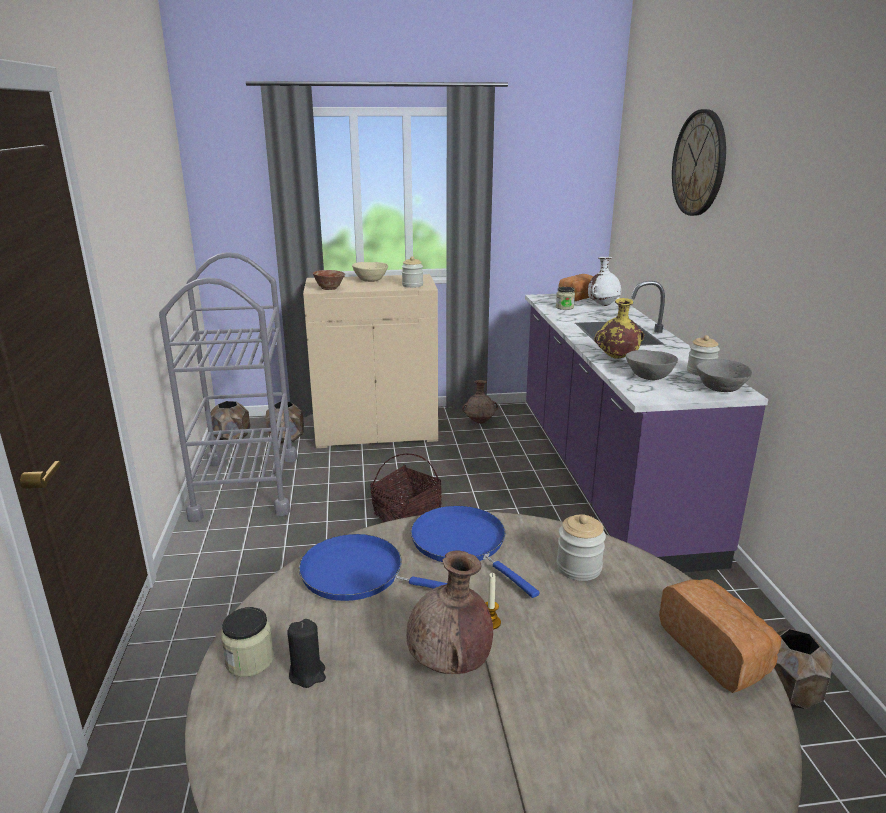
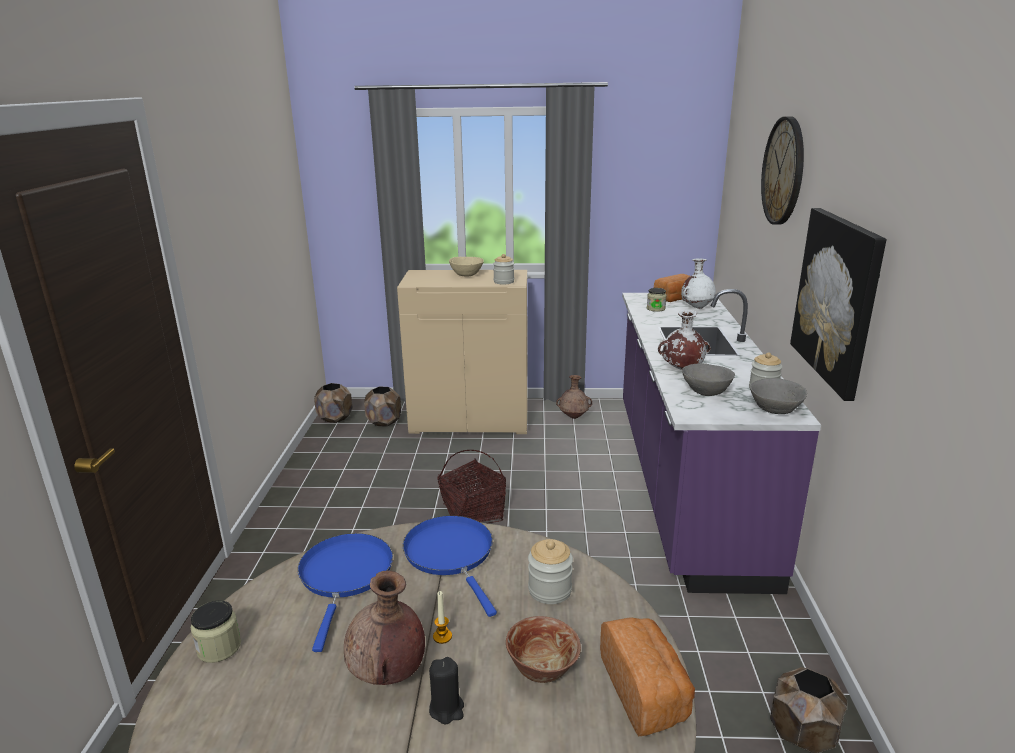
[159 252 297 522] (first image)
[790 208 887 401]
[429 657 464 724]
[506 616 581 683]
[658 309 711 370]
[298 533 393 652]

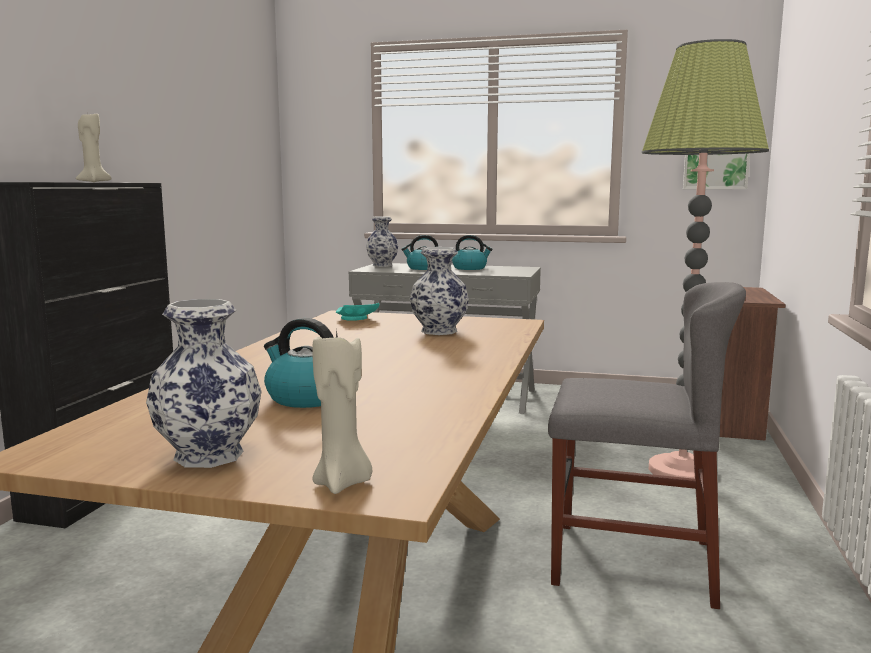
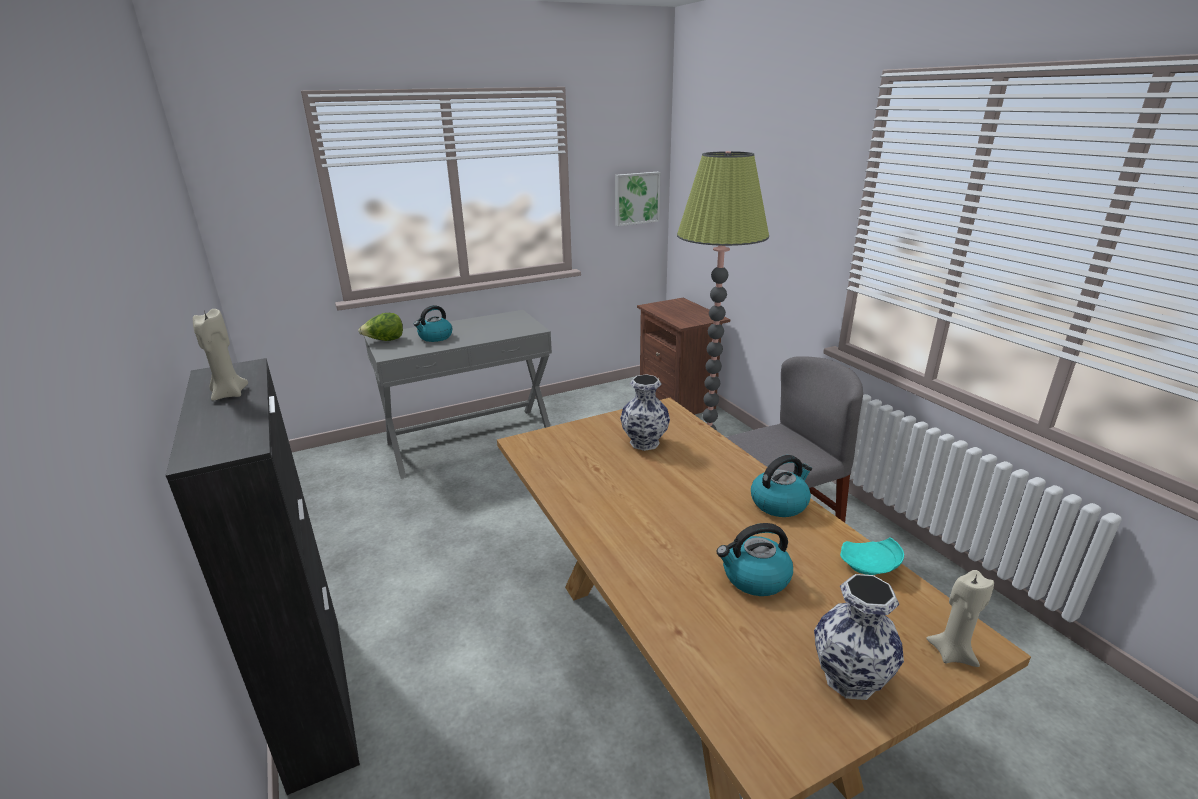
[840 537 904 575]
[751 455 812 517]
[358 313 403 341]

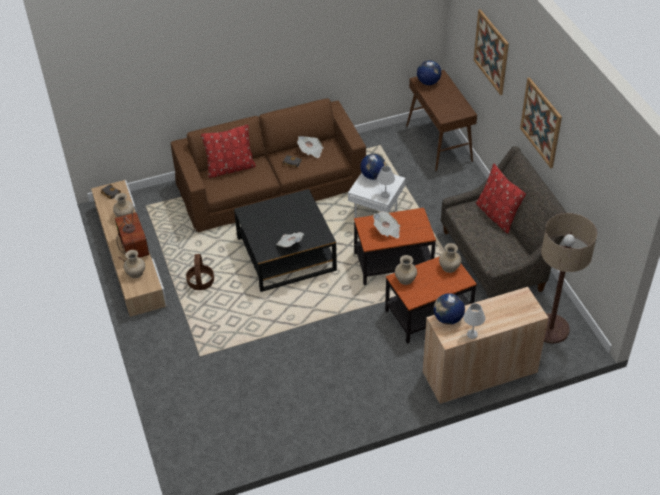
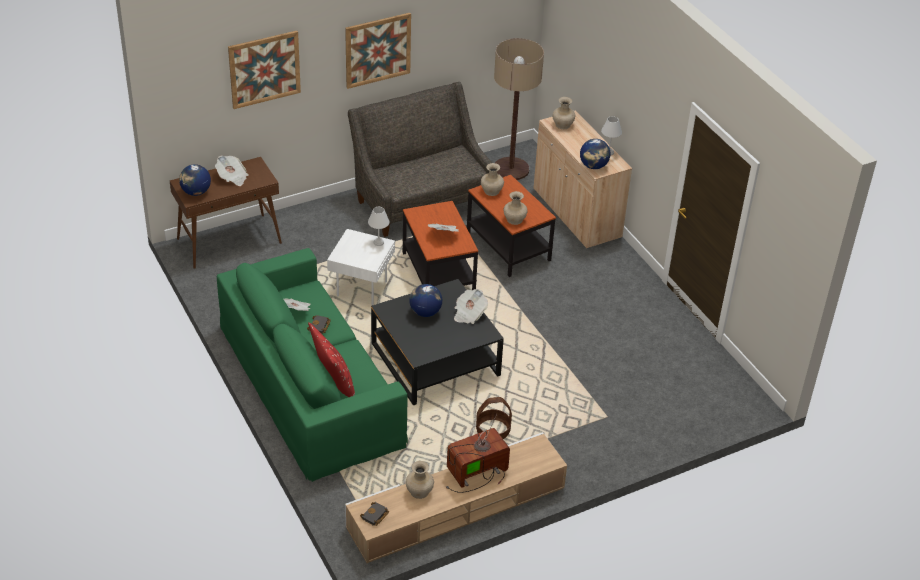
[476 164 526 234] (first image)
[215 156 249 186]
[552 97 575 129]
[409 284 442 317]
[217 248 408 482]

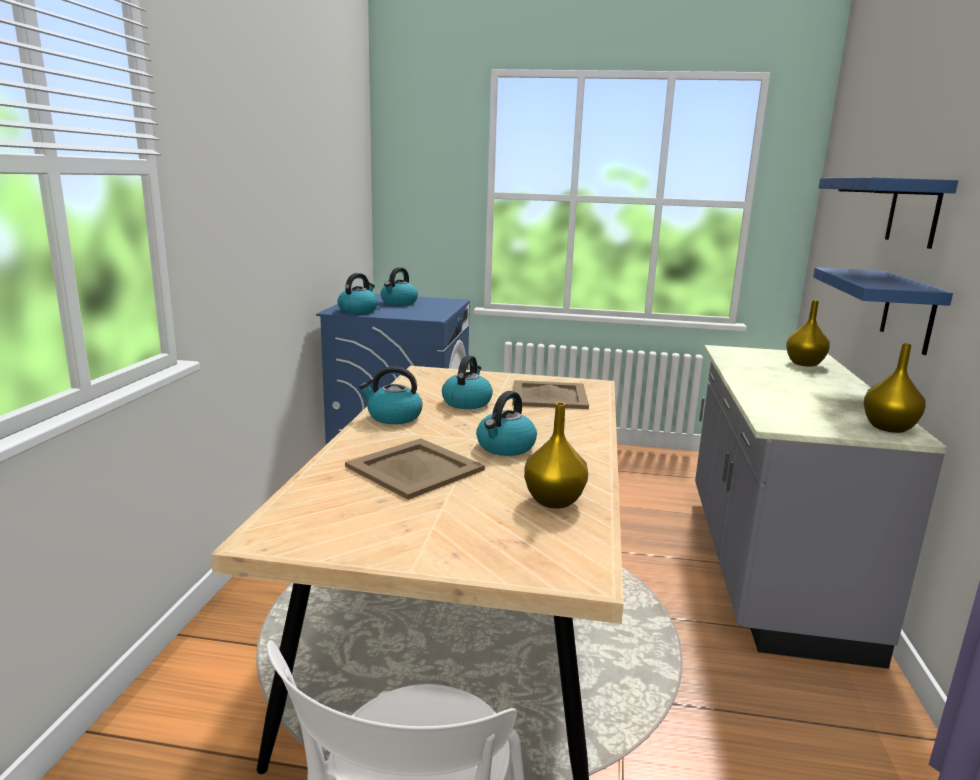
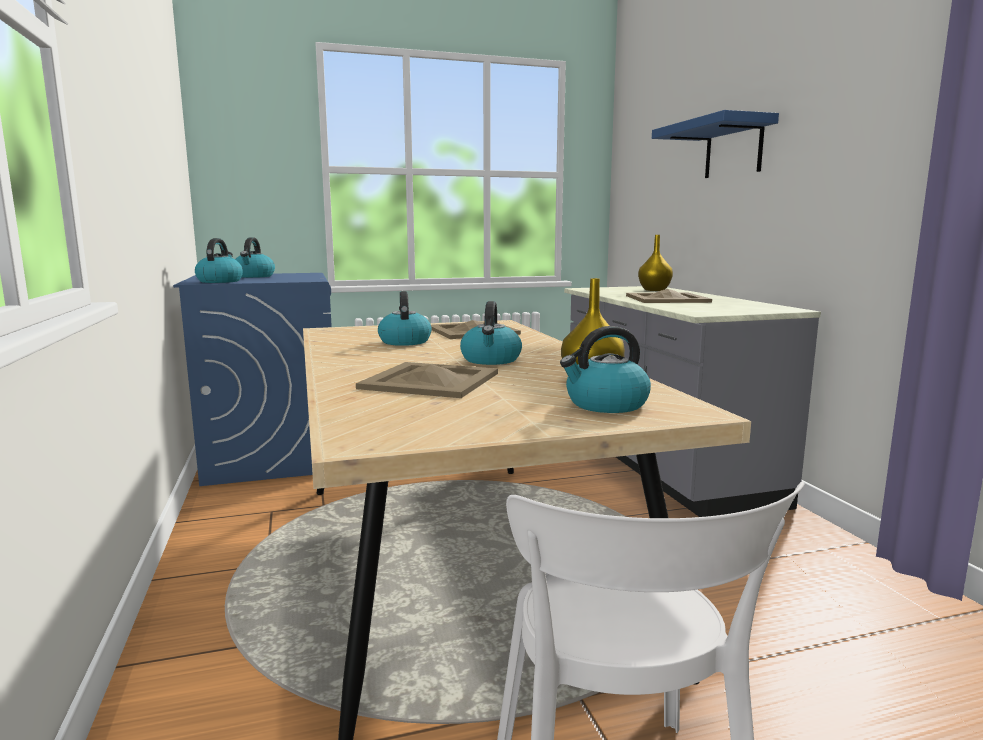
[813 267 953 355] (first image)
[864 343 926 433] (first image)
[626 289 712 303]
[560 326 651 413]

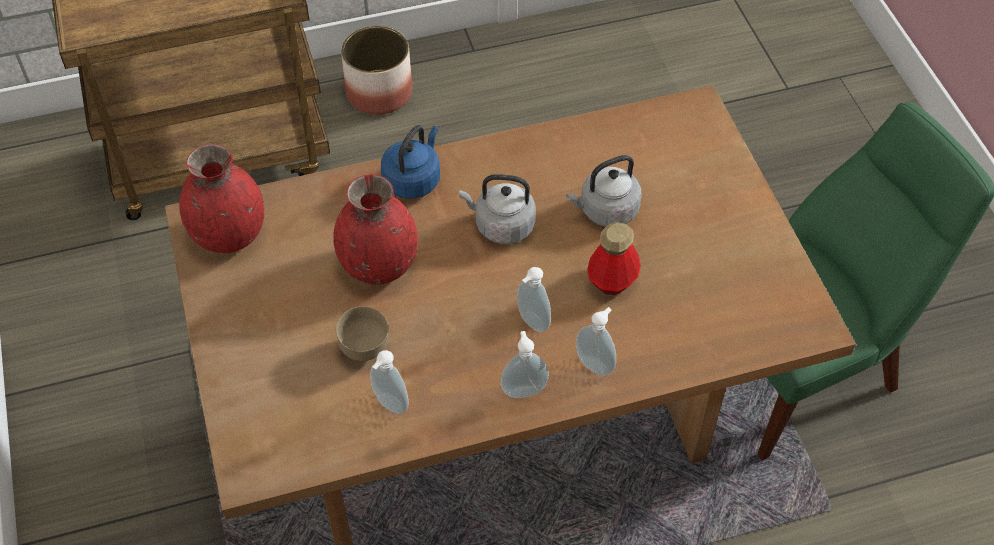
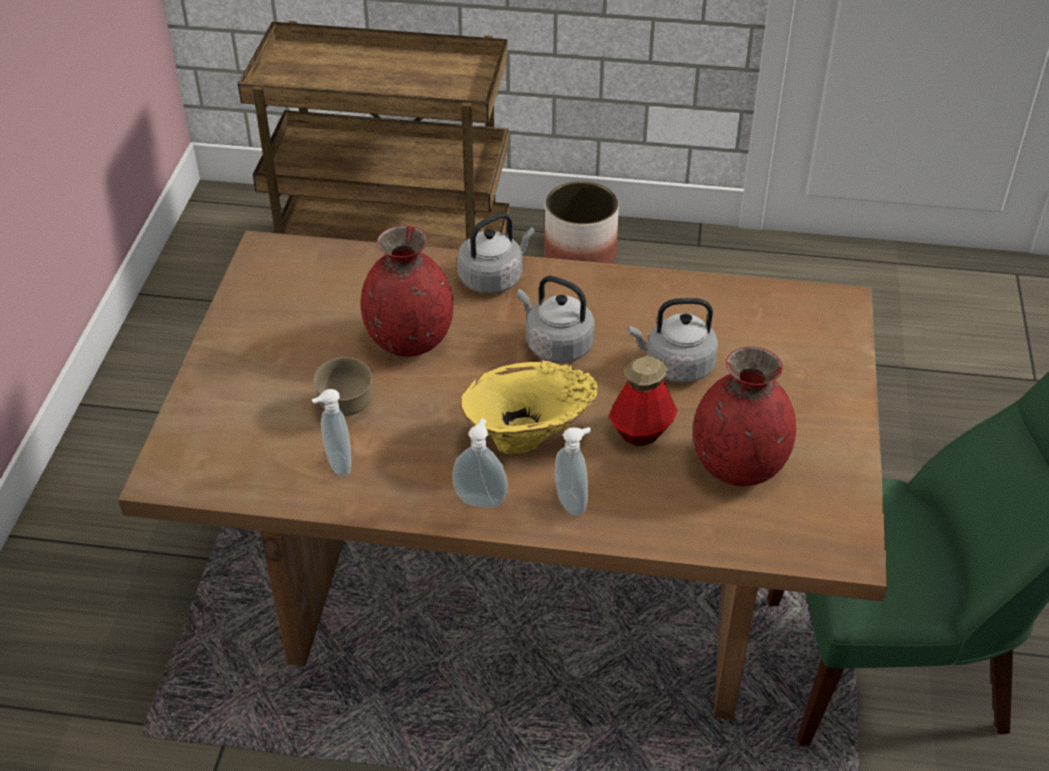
[693 346 796 486]
[460 360 598 454]
[457 213 535 294]

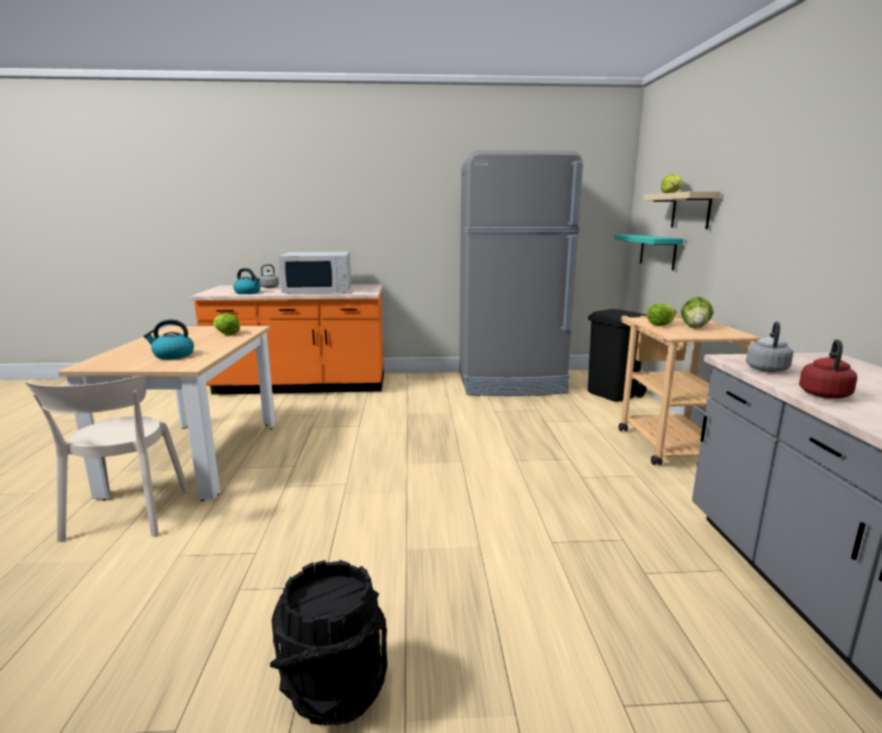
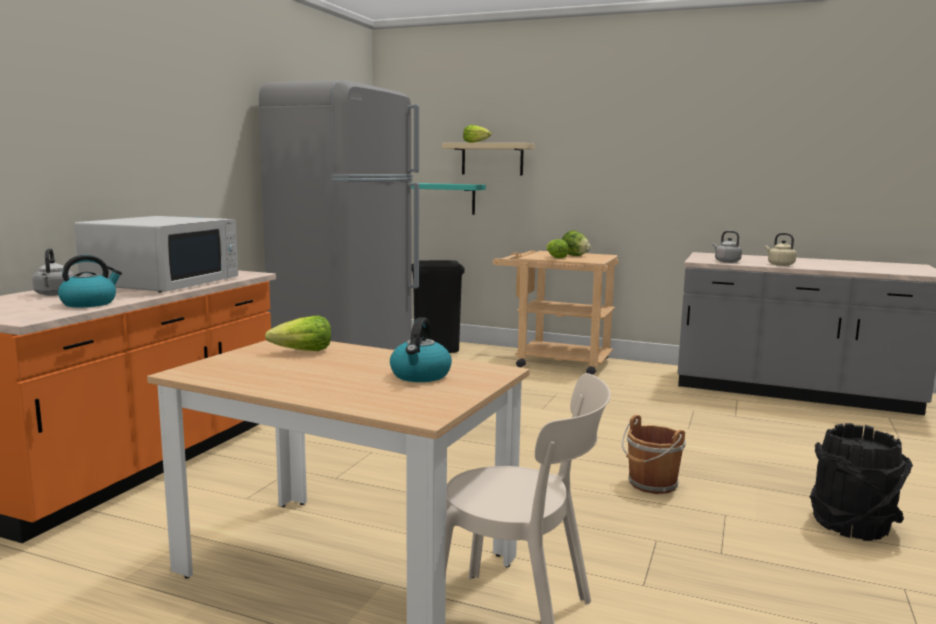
[622 415 686 494]
[765 233 796 266]

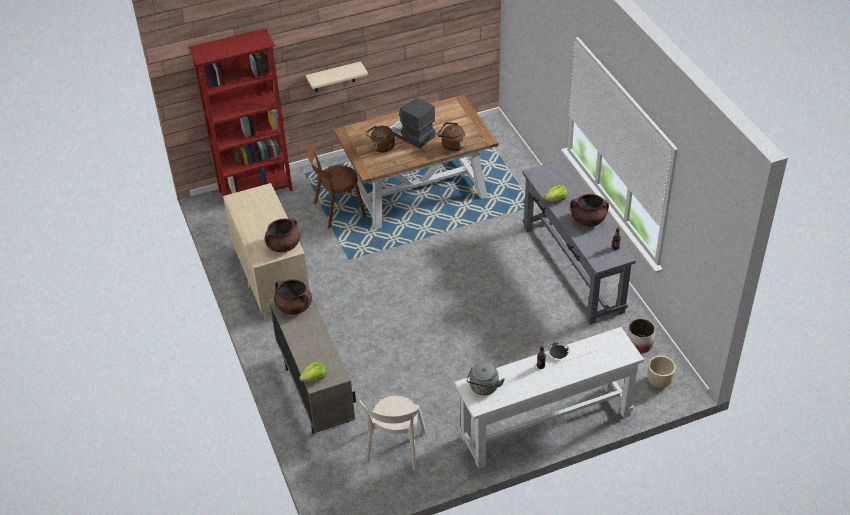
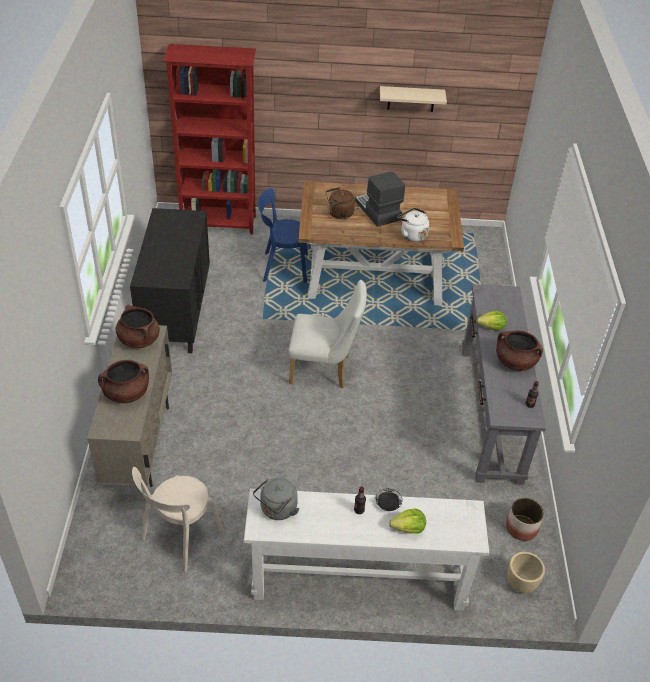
[288 280 367 389]
[98 360 149 403]
[389 509 426 533]
[380 86 447 112]
[130 208 210 353]
[258 188 308 283]
[398 208 429 242]

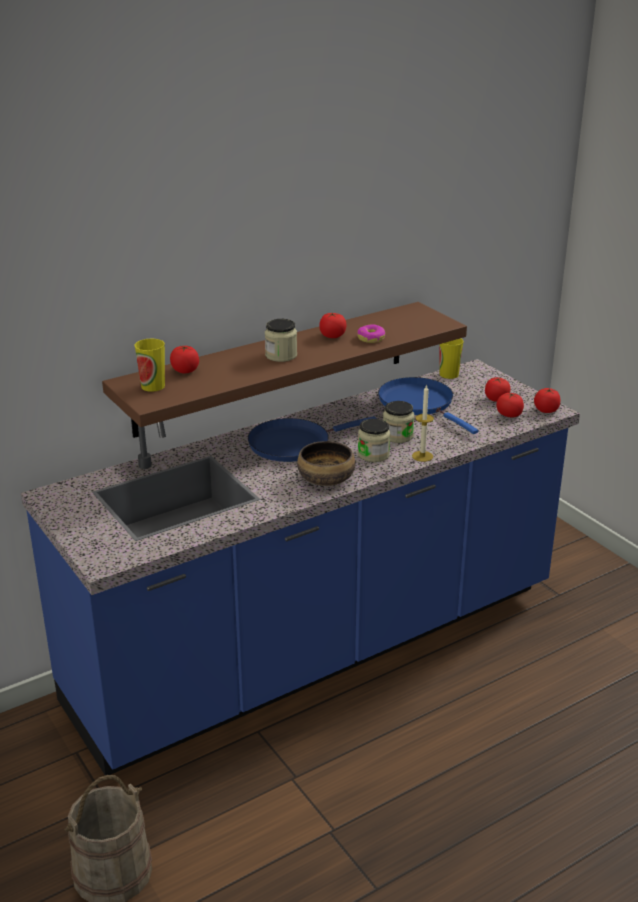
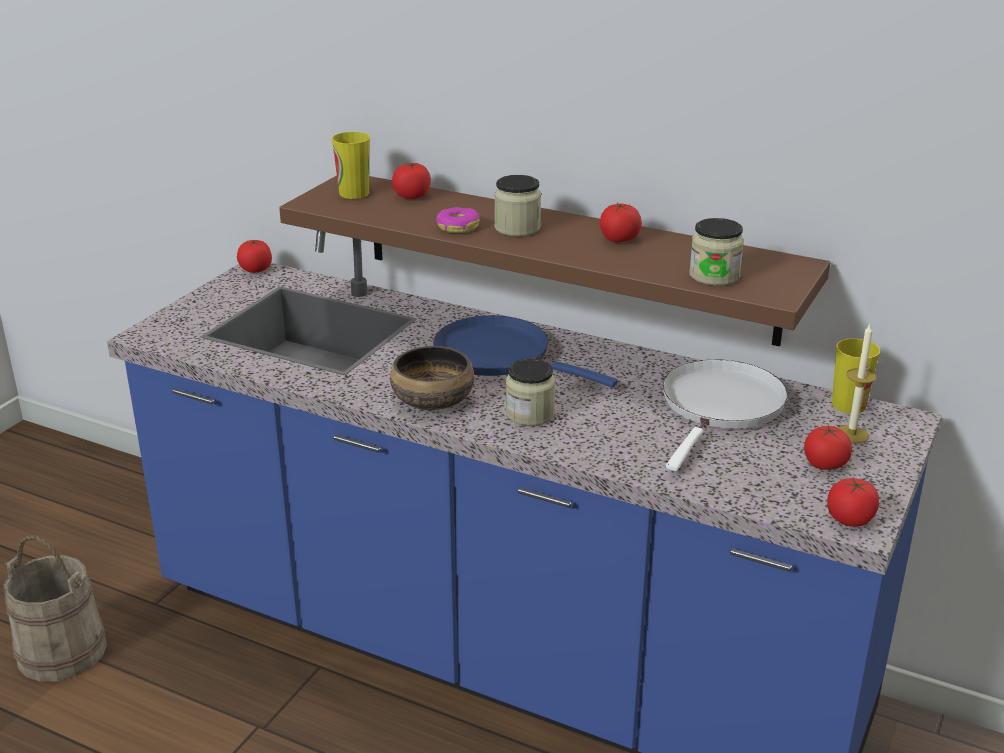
[437 207 480 233]
[689 218 744 286]
[838 324 876 444]
[237 240 272 273]
[662 359 788 471]

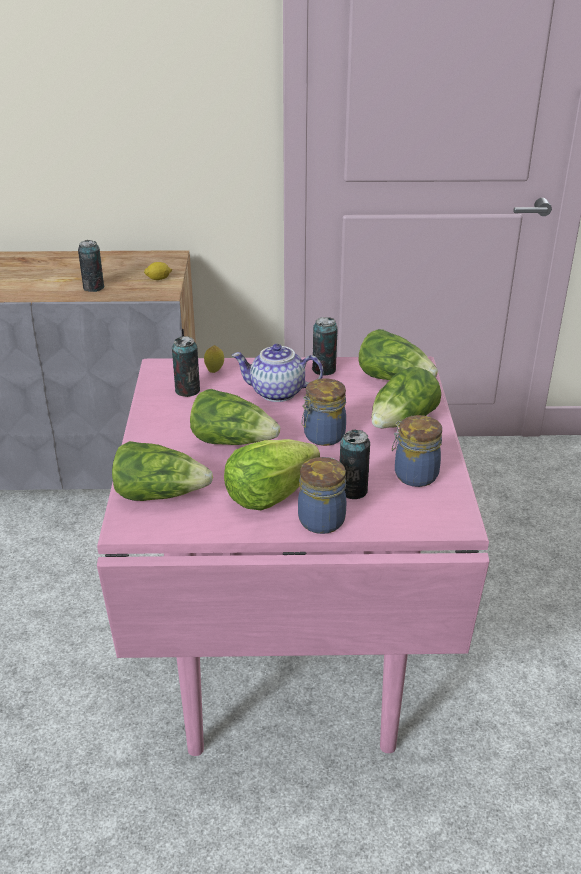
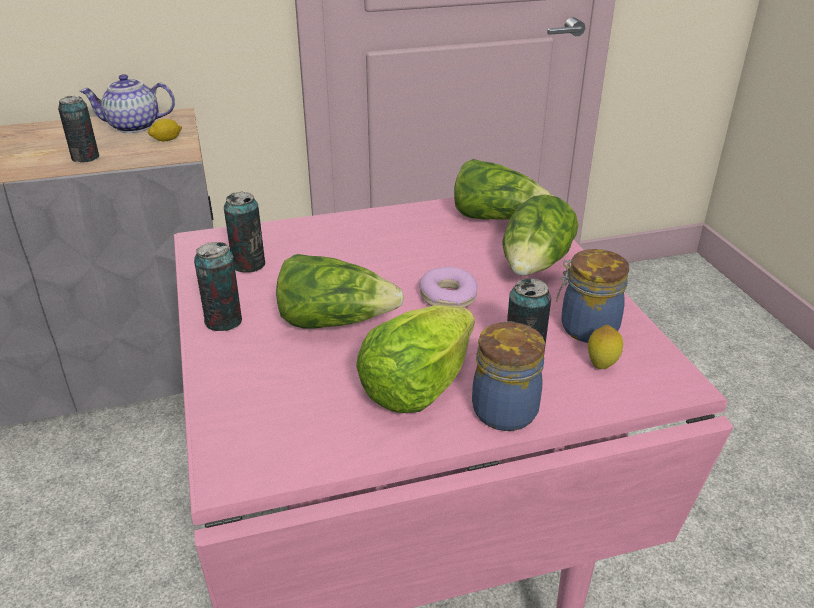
[112 441 213 501] (first image)
[588 325 623 369]
[79 74 175 133]
[194 242 242 331]
[420 267 478 307]

